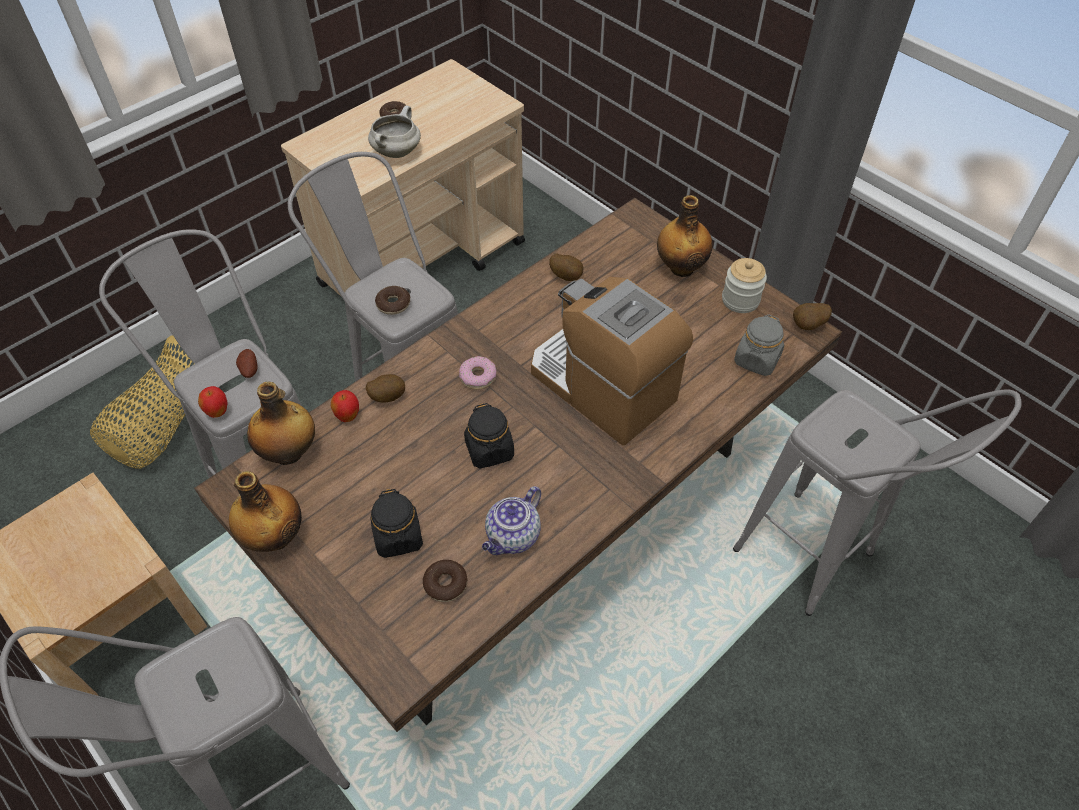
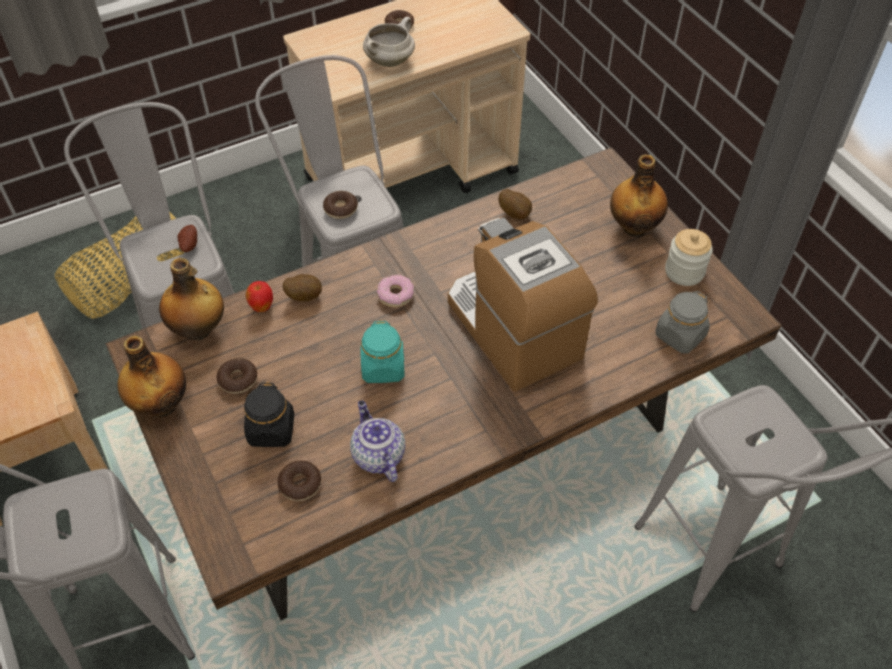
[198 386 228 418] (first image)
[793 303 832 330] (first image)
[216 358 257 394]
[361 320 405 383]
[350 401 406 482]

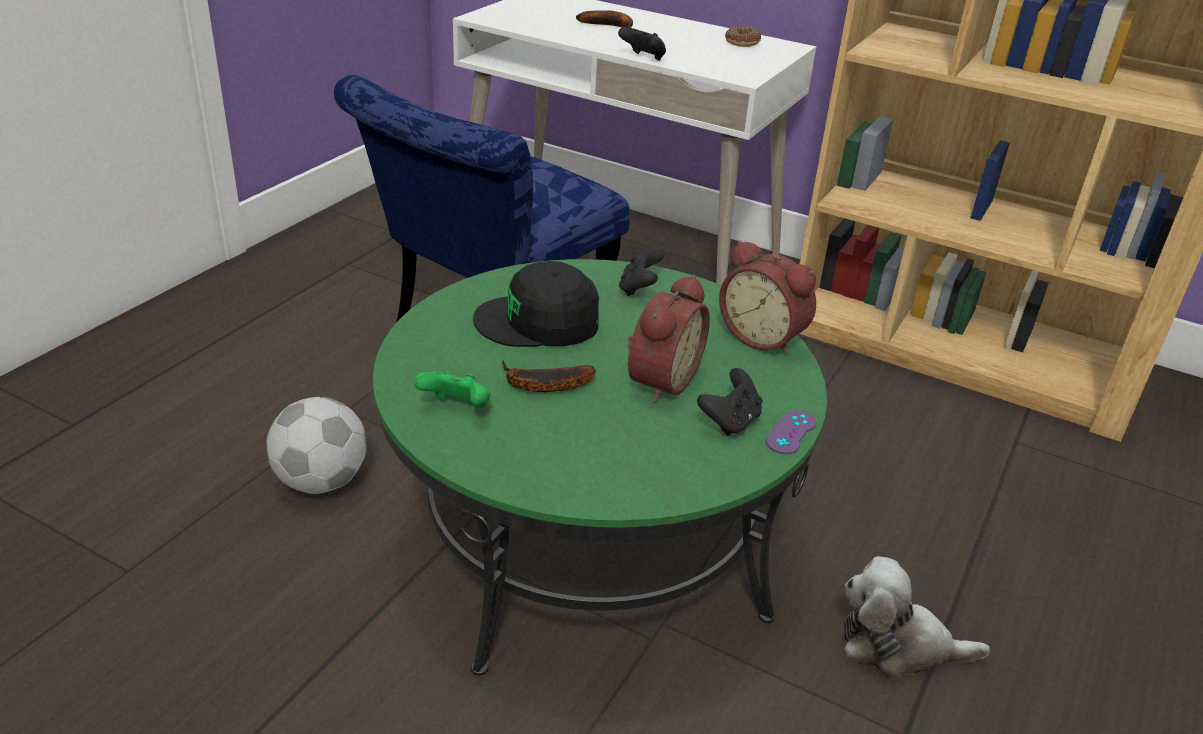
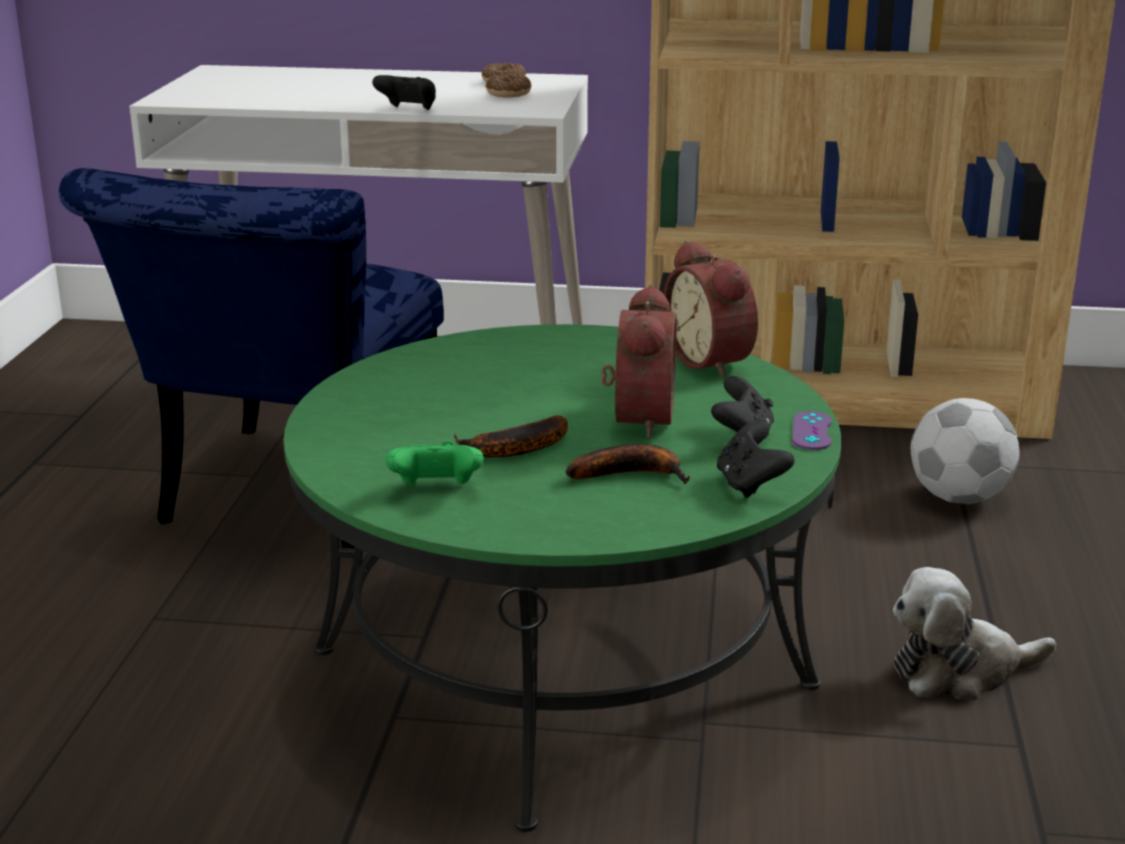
[473 261 599 347] (first image)
[486 74 532 98]
[910 398 1020 504]
[566 444 691 484]
[717 420 794 498]
[664 241 758 378]

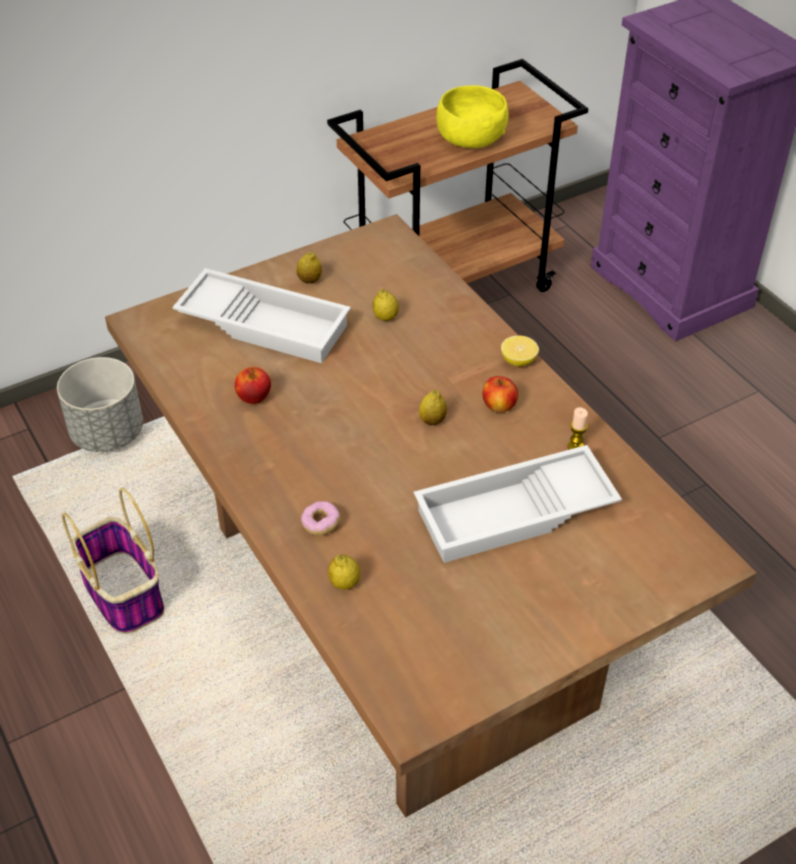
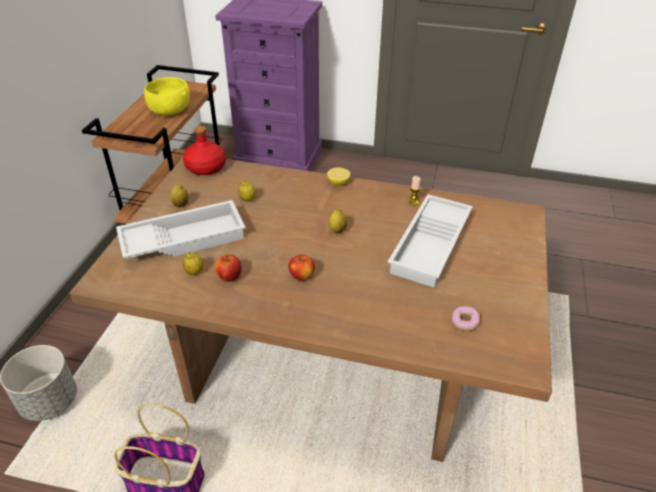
[183 126 226 175]
[452 306 480 331]
[183 252 203 275]
[288 255 315 281]

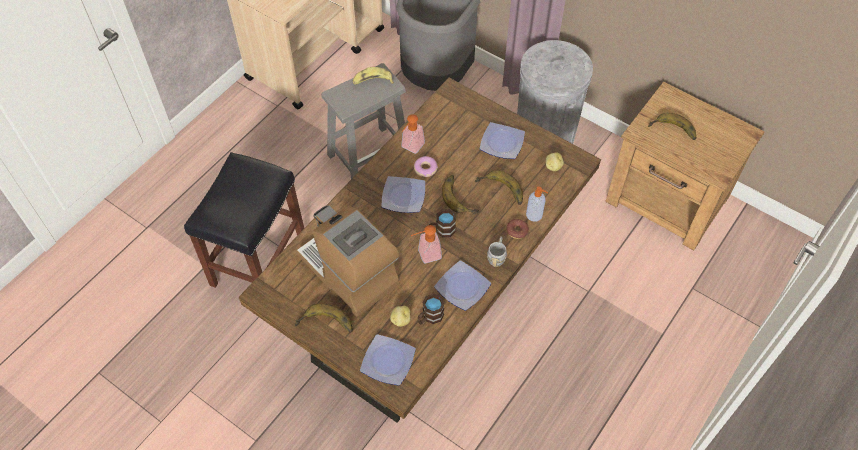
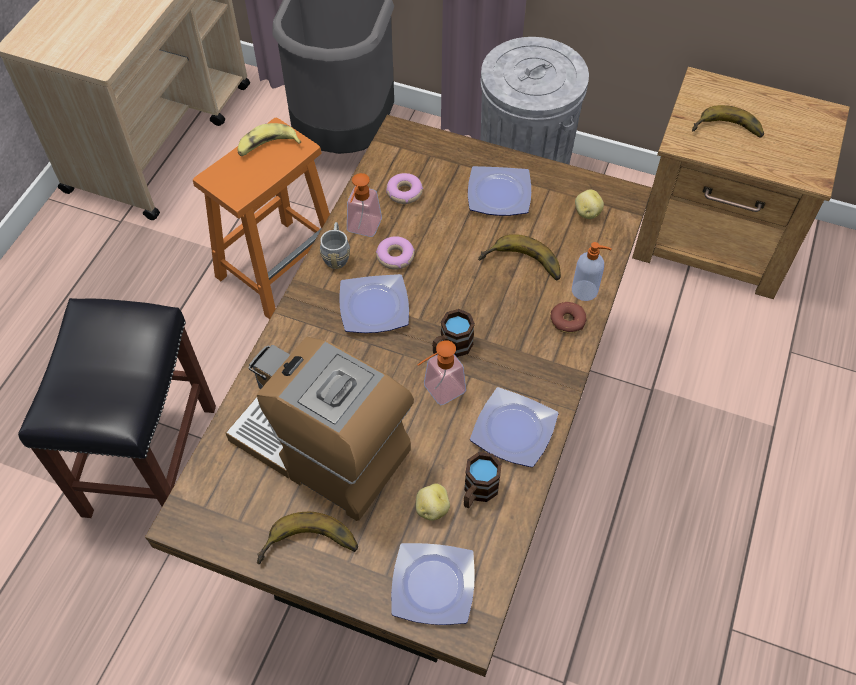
[442 175 479 214] (first image)
[386 173 423 204]
[320 222 350 269]
[193 118 330 319]

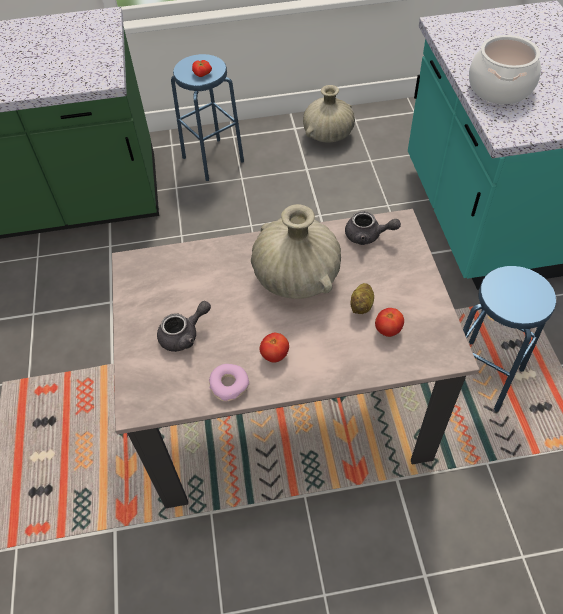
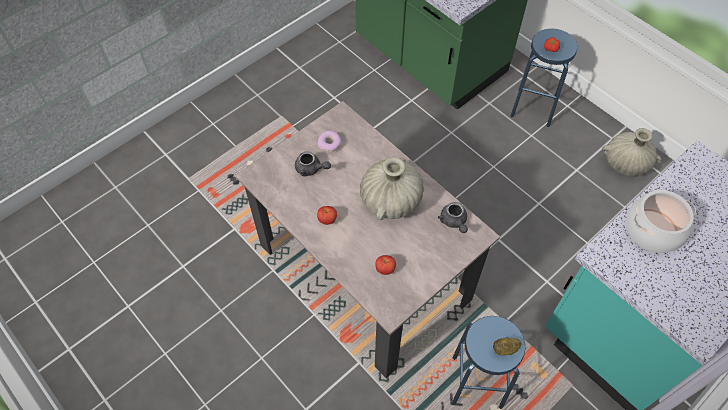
[318 131 342 152]
[493 337 521 356]

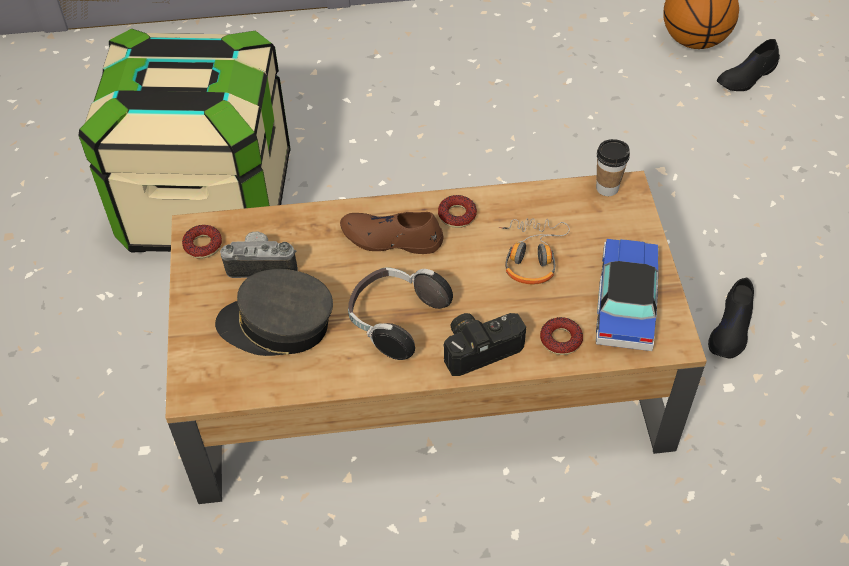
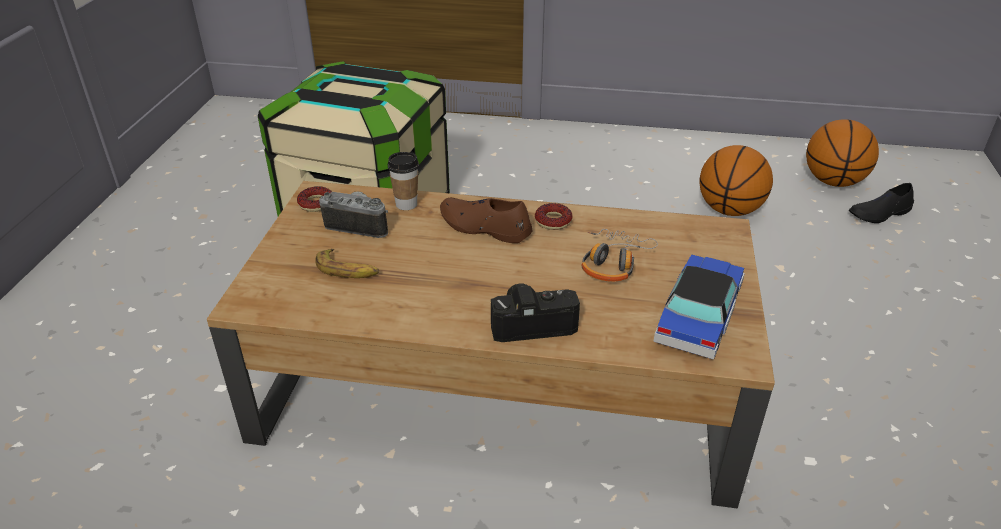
[348 267 453 360] (first image)
[540 317 583 355] (first image)
[708 278 754 358] (first image)
[699 145 773 216]
[388 152 419 210]
[315 249 379 278]

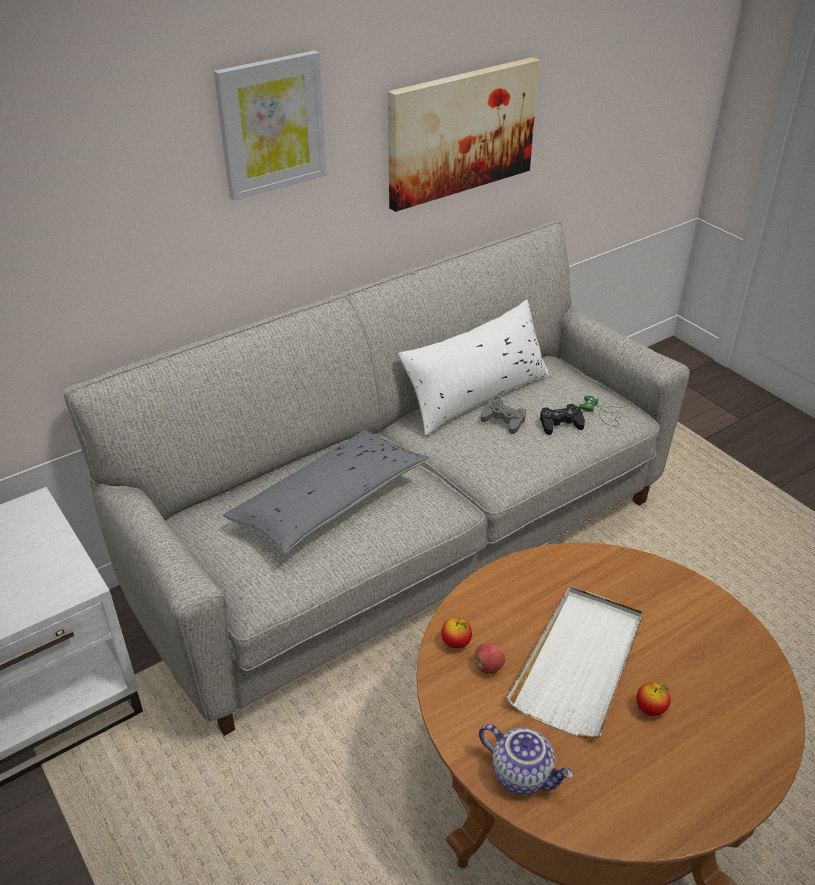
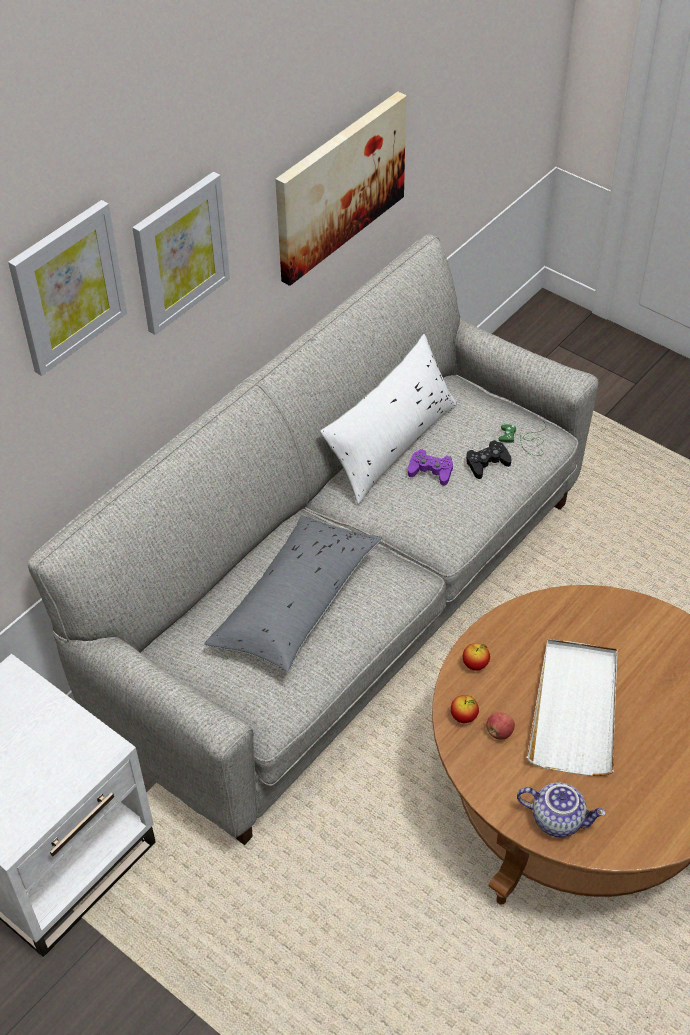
[8 200 127 376]
[463 643 490 671]
[408 449 453 486]

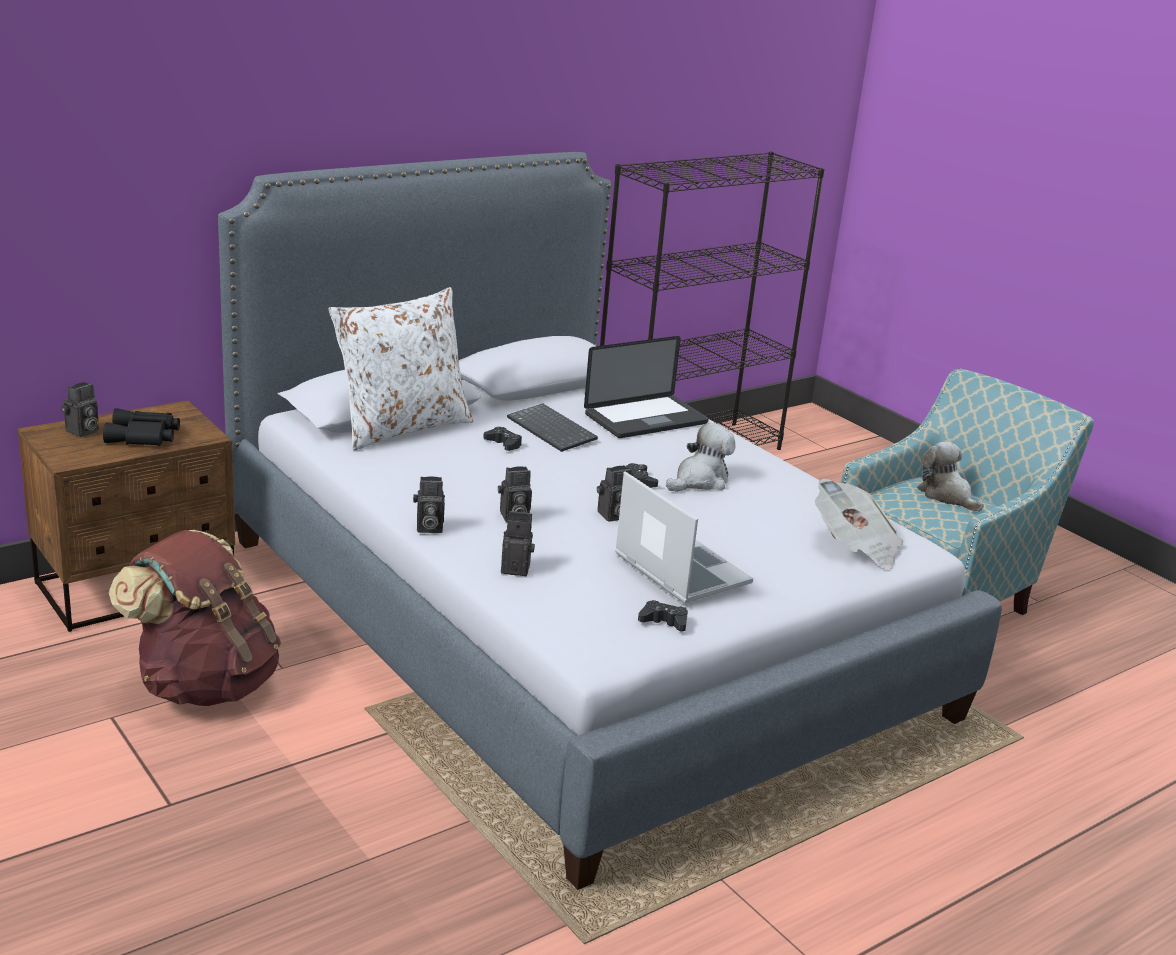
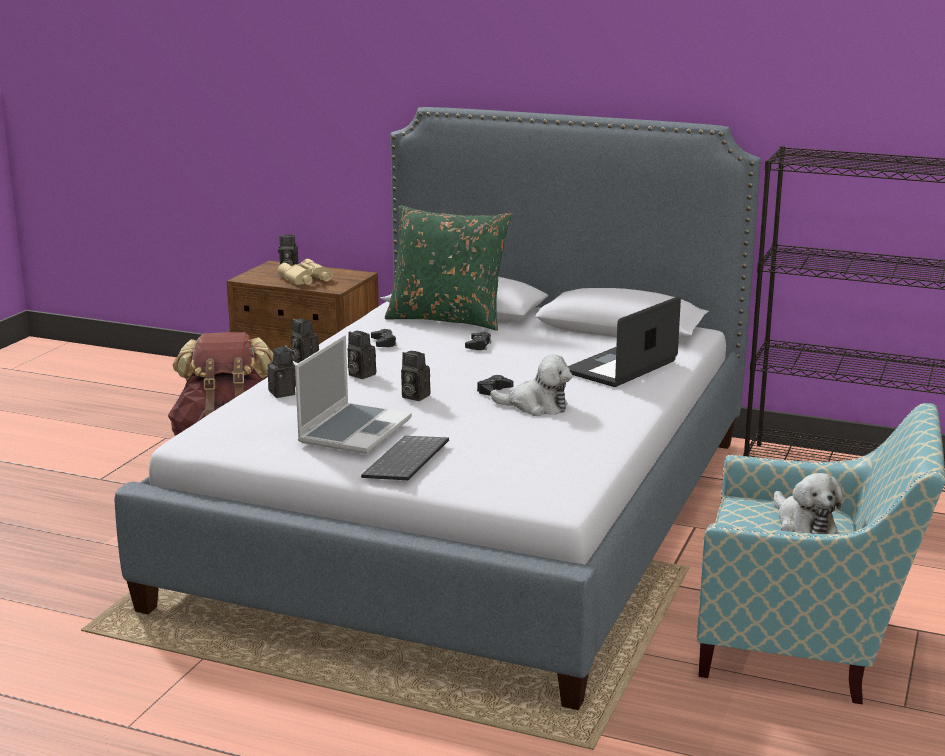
[815 478 903 569] (first image)
[361 436 449 480]
[371 329 397 347]
[278 259 333 285]
[385 205 512 330]
[568 296 681 387]
[774 473 843 534]

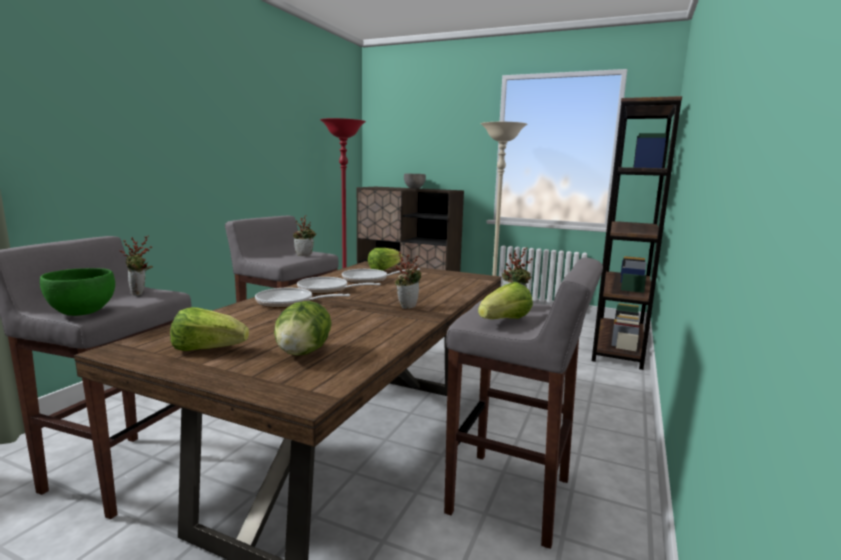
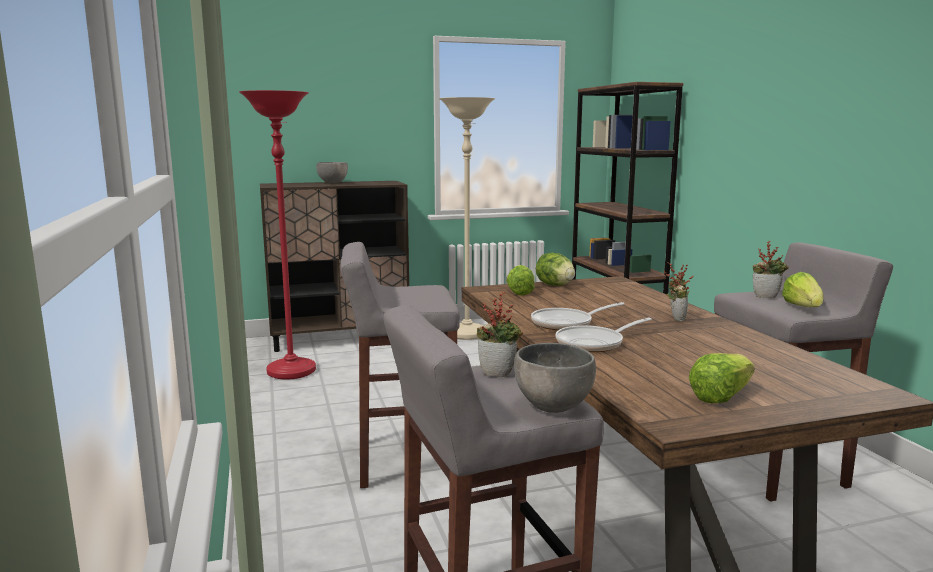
[293 215 316 256] (first image)
[342 268 420 284] (first image)
[536 253 575 286]
[514 343 596 413]

